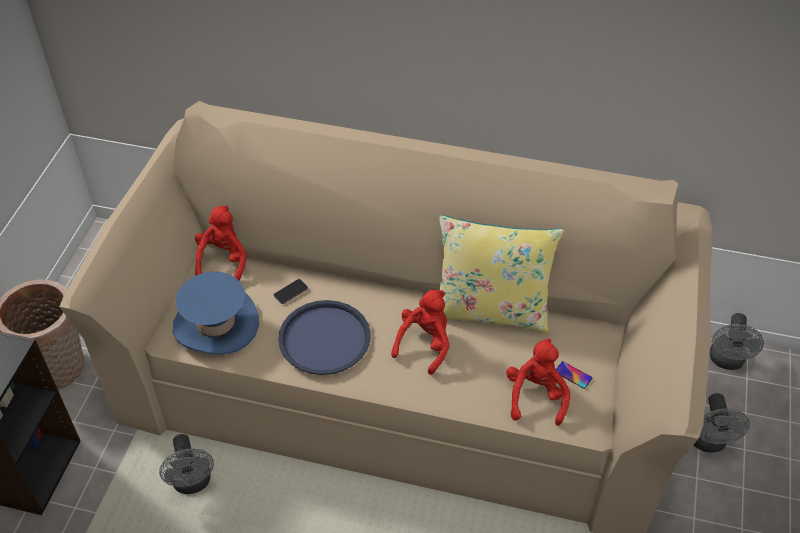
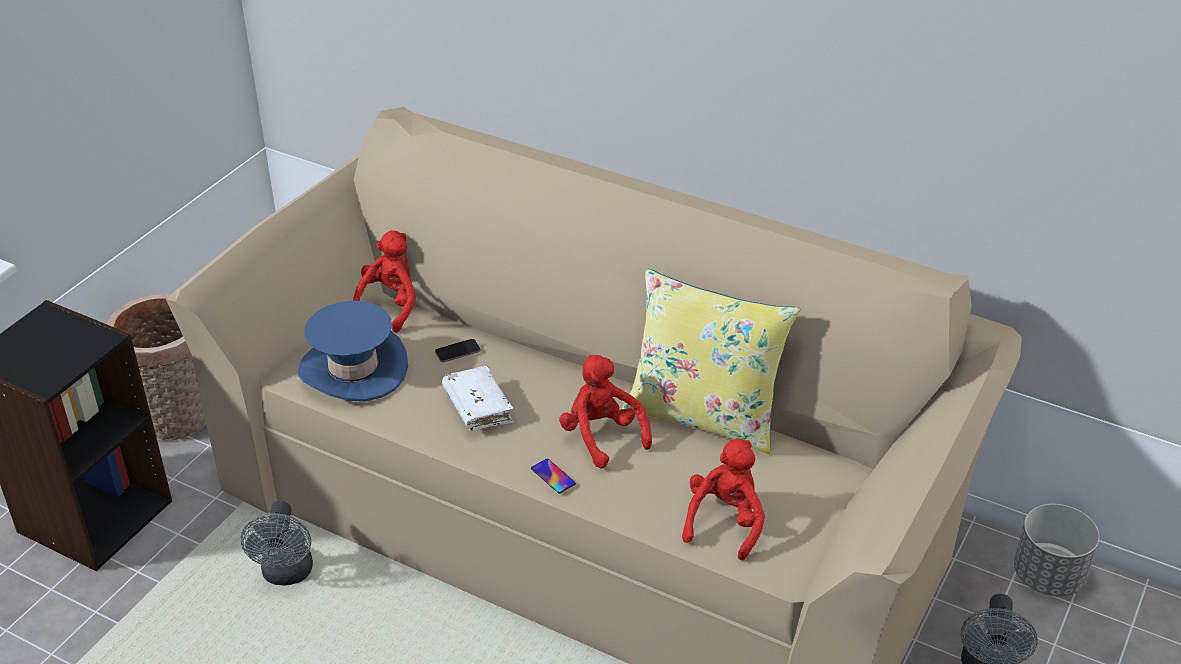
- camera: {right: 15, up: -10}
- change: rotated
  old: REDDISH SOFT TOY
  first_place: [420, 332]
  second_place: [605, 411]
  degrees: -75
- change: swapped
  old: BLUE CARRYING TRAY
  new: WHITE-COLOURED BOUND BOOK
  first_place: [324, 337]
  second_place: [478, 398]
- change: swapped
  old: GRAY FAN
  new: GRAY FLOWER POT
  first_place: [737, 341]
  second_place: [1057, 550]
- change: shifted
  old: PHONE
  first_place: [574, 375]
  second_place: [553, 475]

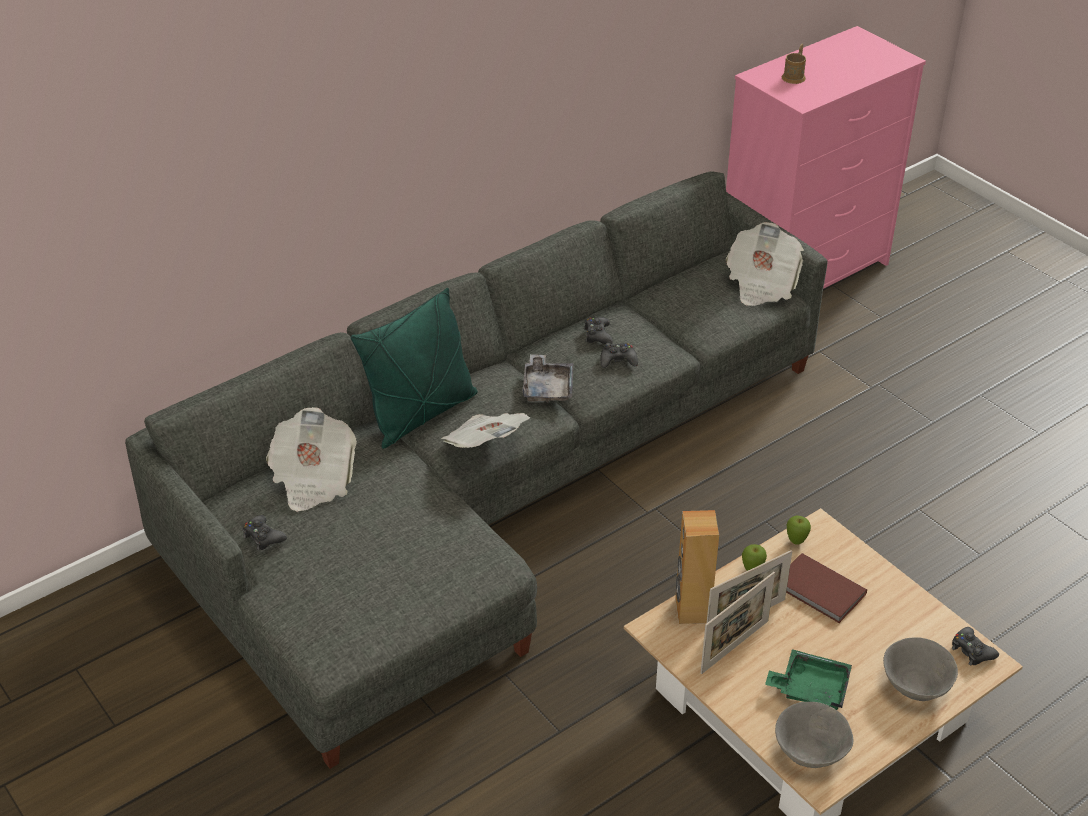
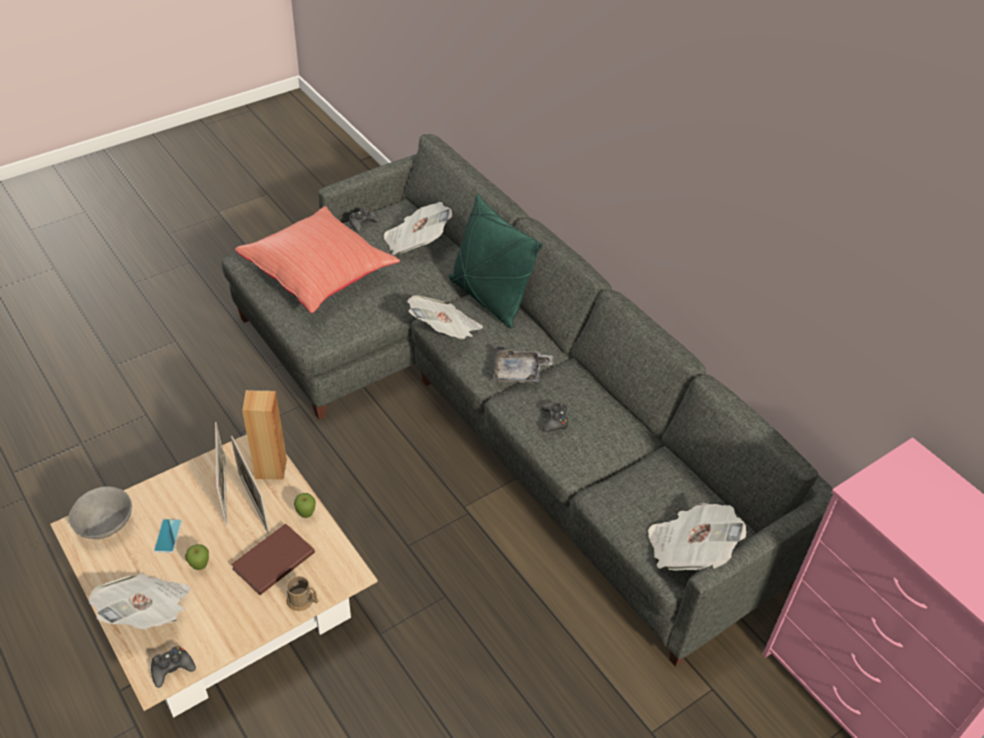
- camera: {right: 90, up: 5}
- change: shifted
  old: BROWN-COLOURED COFFEE MUG
  first_place: [794, 64]
  second_place: [302, 593]
- change: gone
  old: BLACK GAMEPAD
  first_place: [598, 330]
- change: shifted
  old: APPLE
  first_place: [799, 530]
  second_place: [197, 557]
- change: rotated
  old: STANDING FRAME
  first_place: [738, 623]
  second_place: [221, 473]
  degrees: -150
- change: swapped
  old: GRAY BOWL
  new: DAILY PAPER
  first_place: [920, 669]
  second_place: [139, 601]
- change: swapped
  old: GREENISH CARRYING TRAY
  new: PHONE
  first_place: [808, 679]
  second_place: [168, 536]
- change: new
  new: REDDISH CUSHION
  second_place: [317, 259]

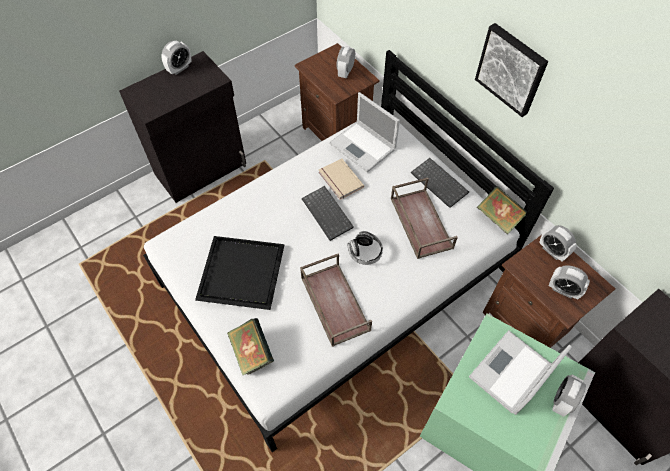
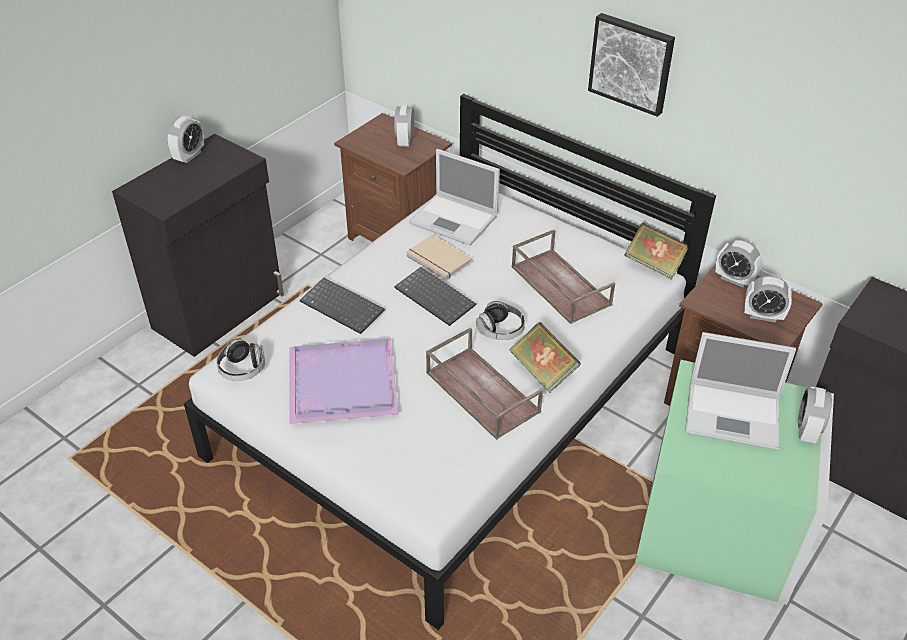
- camera: {right: -15, up: -15}
- change: shifted
  old: PC KEYBOARD
  first_place: [440, 183]
  second_place: [342, 306]
- change: repainted
  old: BLACK CARRYING TRAY
  new: PURPLE CARRYING TRAY
  first_place: [240, 273]
  second_place: [344, 381]
- change: shifted
  old: BOUND BOOK
  first_place: [250, 347]
  second_place: [545, 357]
- change: rotated
  old: LAPTOP
  first_place: [520, 372]
  second_place: [740, 391]
  degrees: -105
- change: new
  new: PAIR OF HEADPHONES
  second_place: [240, 360]

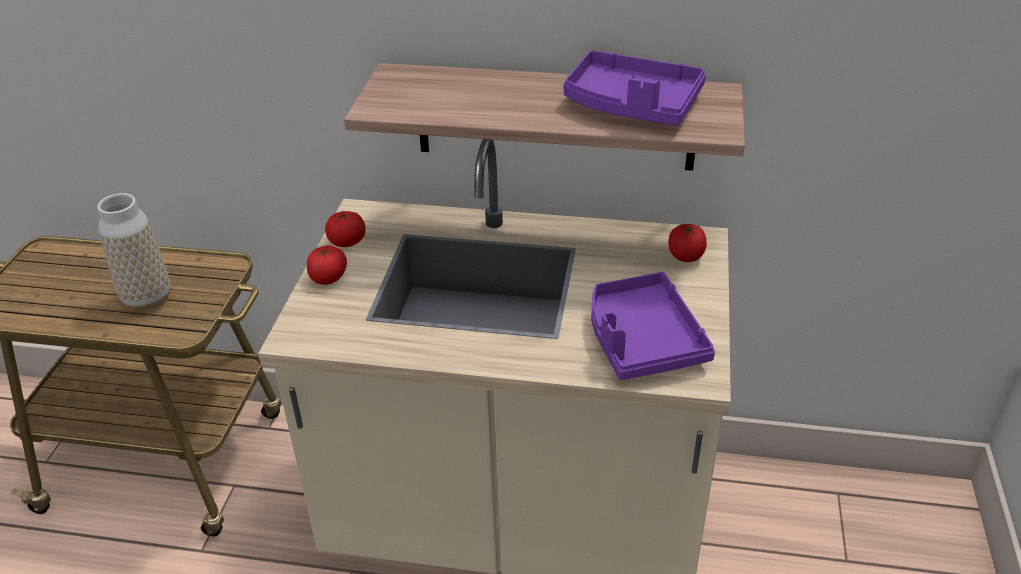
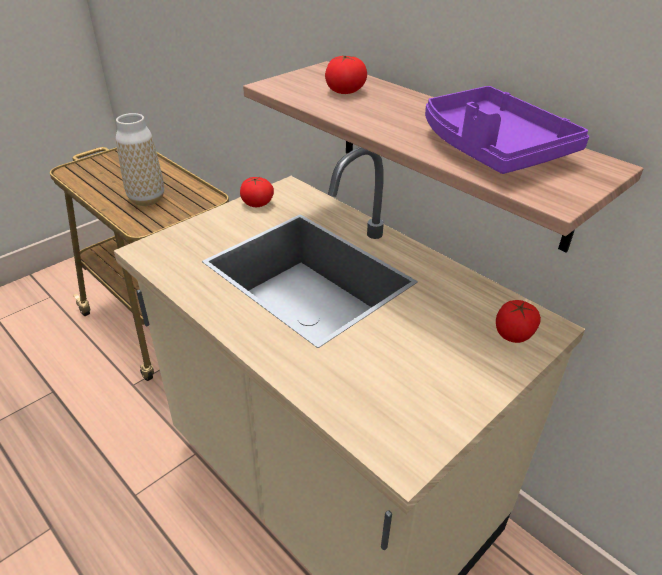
- camera: {right: 35, up: 0}
- change: shifted
  old: WHOLE TOMATO
  first_place: [327, 265]
  second_place: [346, 74]
- change: gone
  old: PURPLE CARRYING TRAY
  first_place: [653, 326]

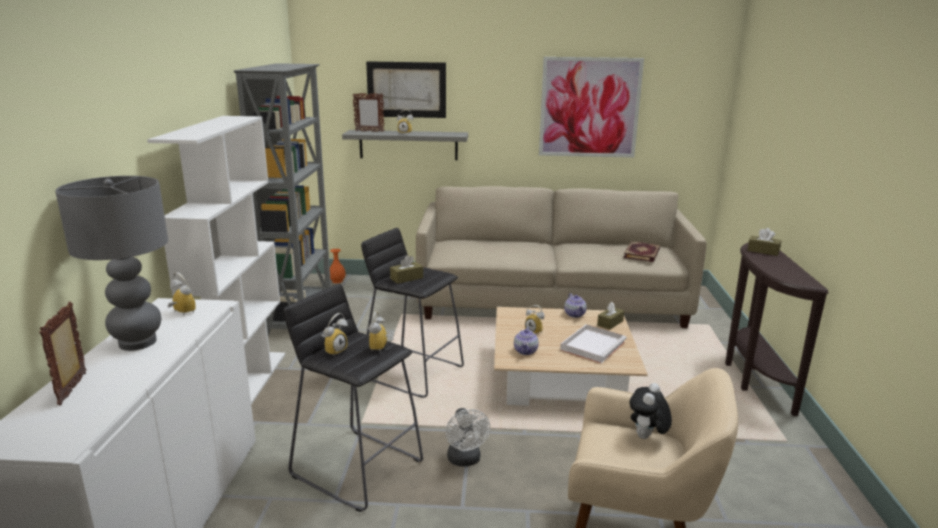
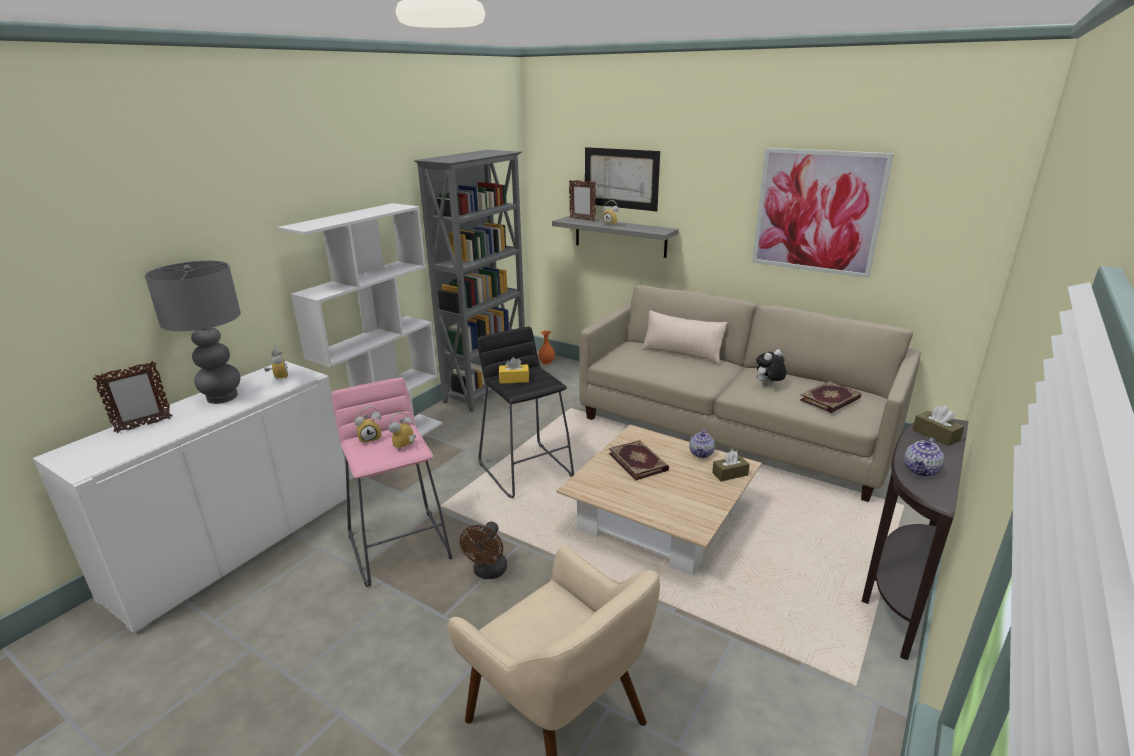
- camera: {right: 30, up: 5}
- change: repainted
  old: BROWN-COLOURED BOX OF TISSUES
  new: YELLOW BOX OF TISSUES
  first_place: [406, 269]
  second_place: [514, 370]
- change: repainted
  old: BLACK STOOL SEAT
  new: PINK-COLOURED STOOL SEAT
  first_place: [353, 398]
  second_place: [392, 482]
- change: rotated
  old: STANDING FRAME
  first_place: [62, 353]
  second_place: [133, 397]
  degrees: -150
- change: swapped
  old: ALARM CLOCK
  new: BOUND BOOK
  first_place: [534, 320]
  second_place: [639, 460]
- change: gone
  old: WHITE-COLOURED CARRYING TRAY
  first_place: [593, 343]
- change: shifted
  old: TEA POT
  first_place: [526, 341]
  second_place: [924, 457]
- change: shifted
  old: SOFT TOY
  first_place: [651, 411]
  second_place: [771, 367]
- change: repainted
  old: WHITE-COLOURED FAN
  new: BROWN-COLOURED FAN
  first_place: [468, 437]
  second_place: [483, 550]
- change: new
  new: SAND-COLOURED CUSHION
  second_place: [684, 337]

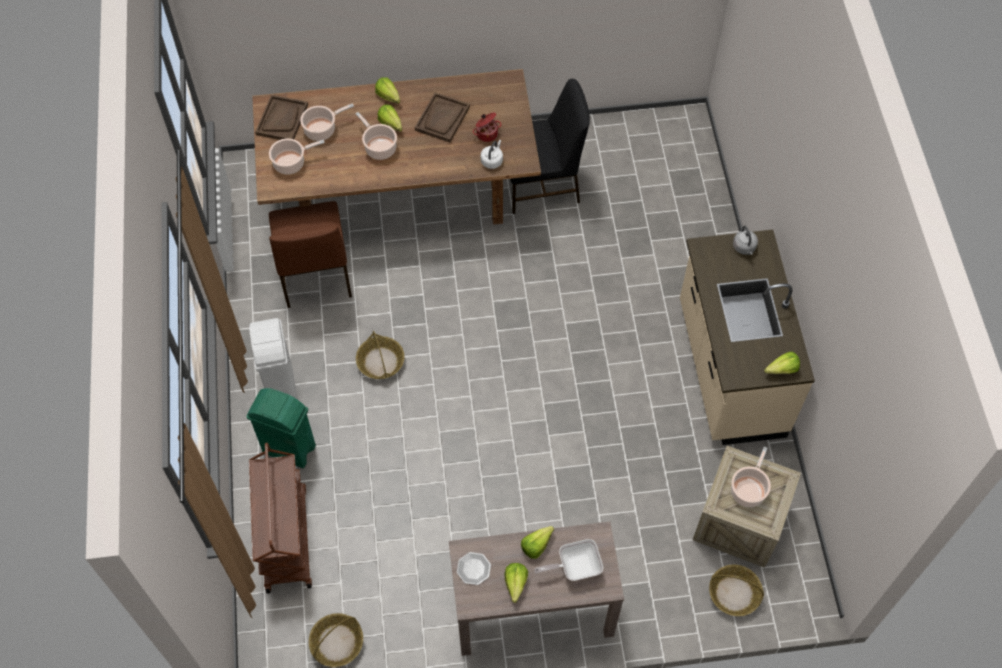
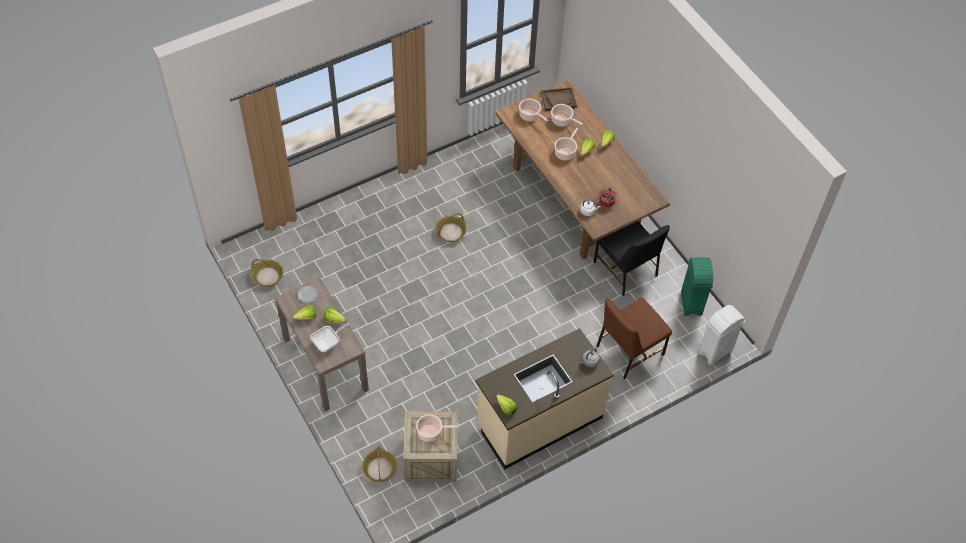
- camera: {right: 65, up: -5}
- change: gone
  old: BROWN-COLOURED CARRYING TRAY
  first_place: [442, 117]
- change: shifted
  old: BROWN-COLOURED PLAIN CHAIR
  first_place: [310, 254]
  second_place: [634, 339]
- change: shifted
  old: WHITE-COLOURED WASTE BIN
  first_place: [273, 358]
  second_place: [722, 335]
- change: shifted
  old: GREENISH WASTE BIN
  first_place: [281, 428]
  second_place: [697, 287]
- change: gone
  old: BROWN-COLOURED CART
  first_place: [280, 518]
- change: rotated
  old: PAN
  first_place: [568, 560]
  second_place: [330, 337]
  degrees: 90

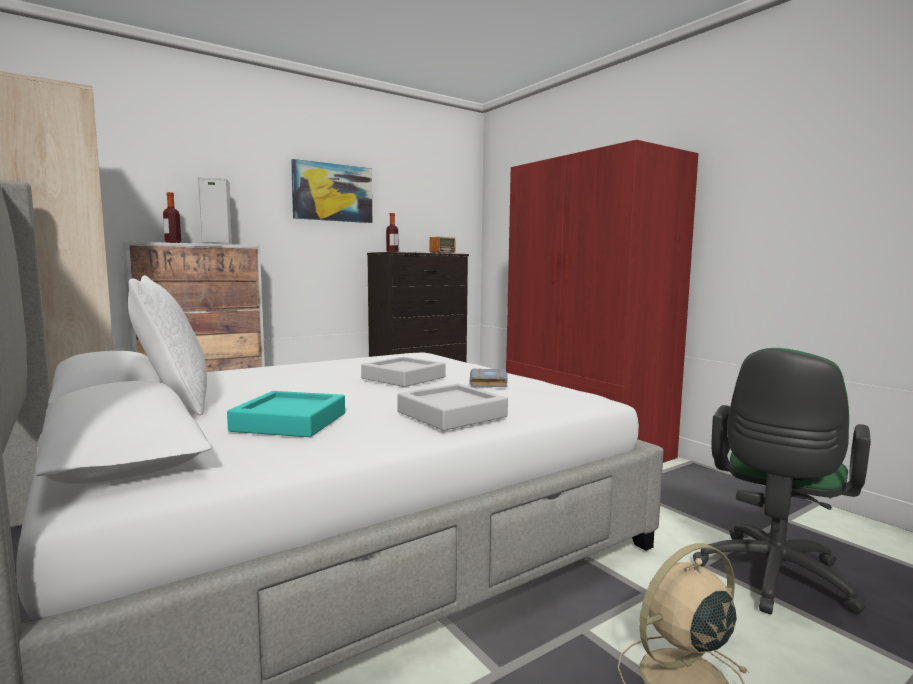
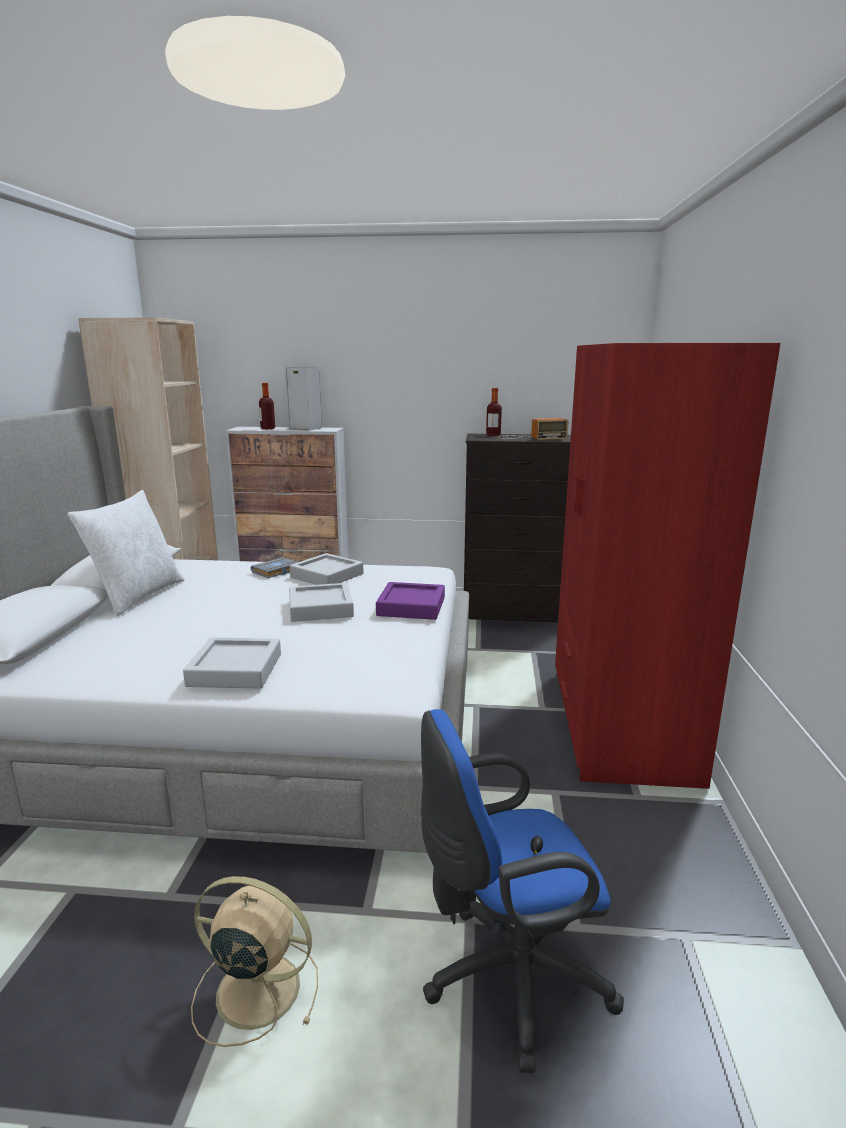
- camera: {right: 40, up: 10}
- change: gone
  old: WALL PICTURE
  first_place: [331, 191]
- change: repainted
  old: GREENISH DESK CHAIR
  new: BLUE DESK CHAIR
  first_place: [782, 481]
  second_place: [522, 891]
- change: shifted
  old: GRAY BOUND BOOK
  first_place: [488, 377]
  second_place: [274, 567]
- change: gone
  old: BLUE-GREEN CARRYING TRAY
  first_place: [286, 414]
- change: new
  new: GRAY CARRYING TRAY
  second_place: [327, 569]
- change: new
  new: PURPLE CARRYING TRAY
  second_place: [410, 601]

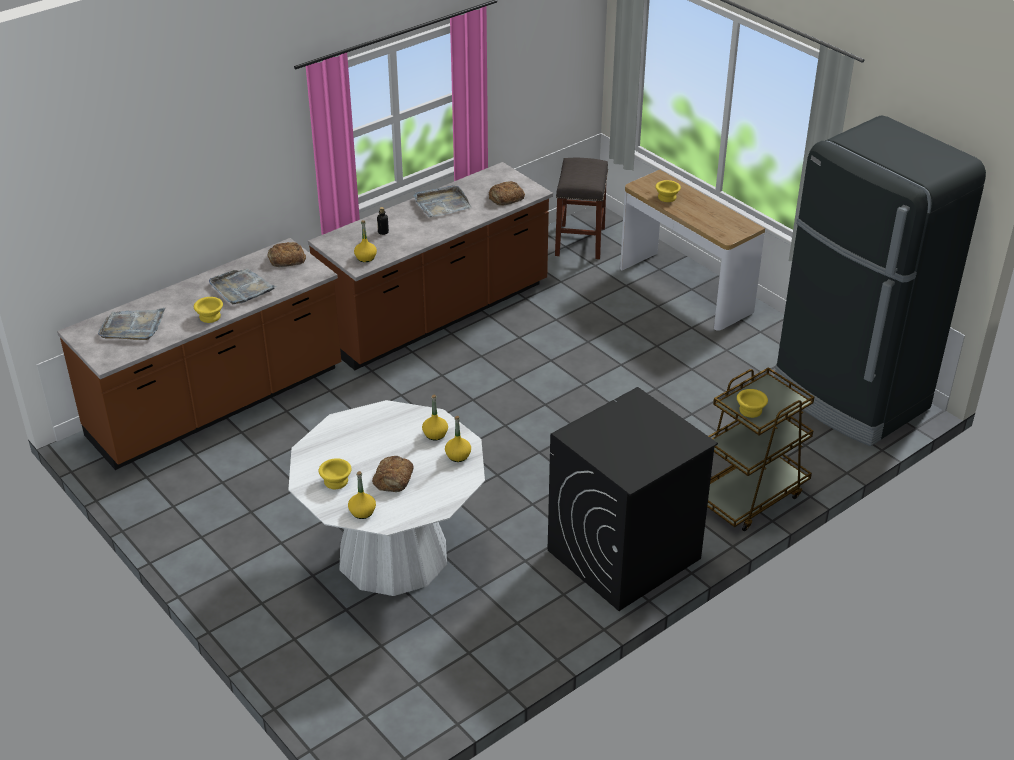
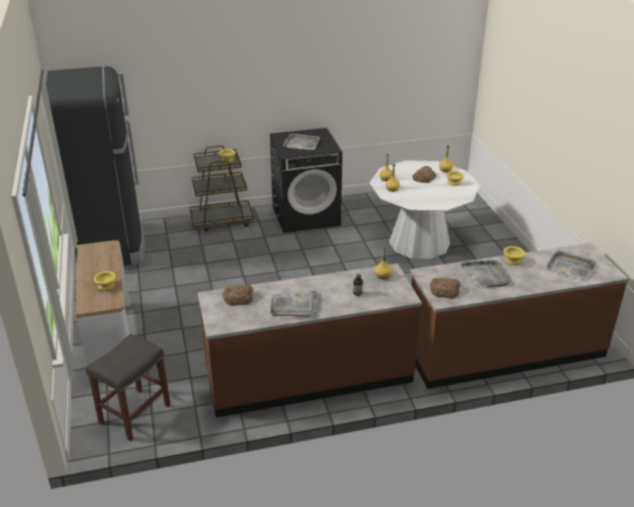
- camera: {right: -155, up: -5}
- change: new
  new: GRAY CARRYING TRAY
  second_place: [301, 141]

